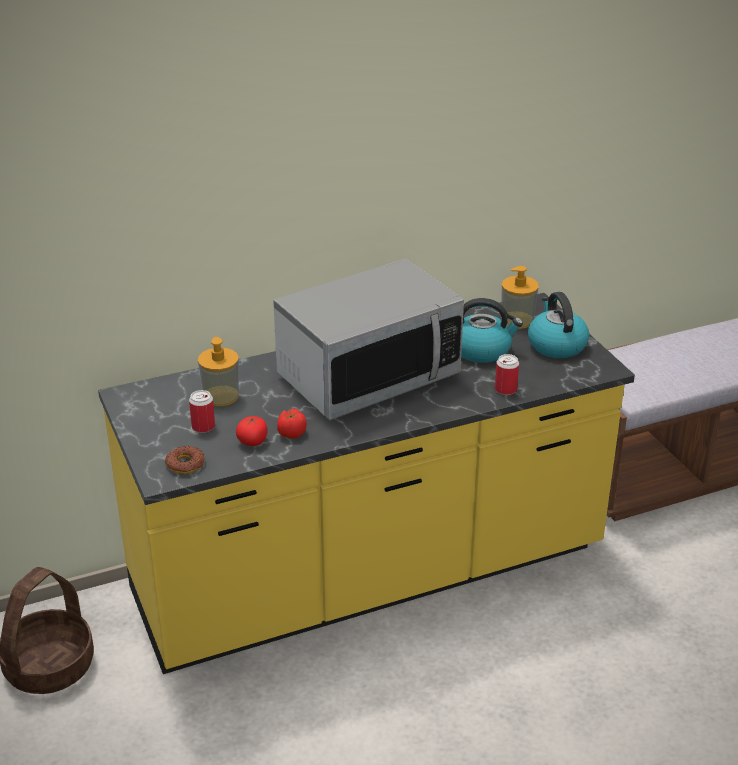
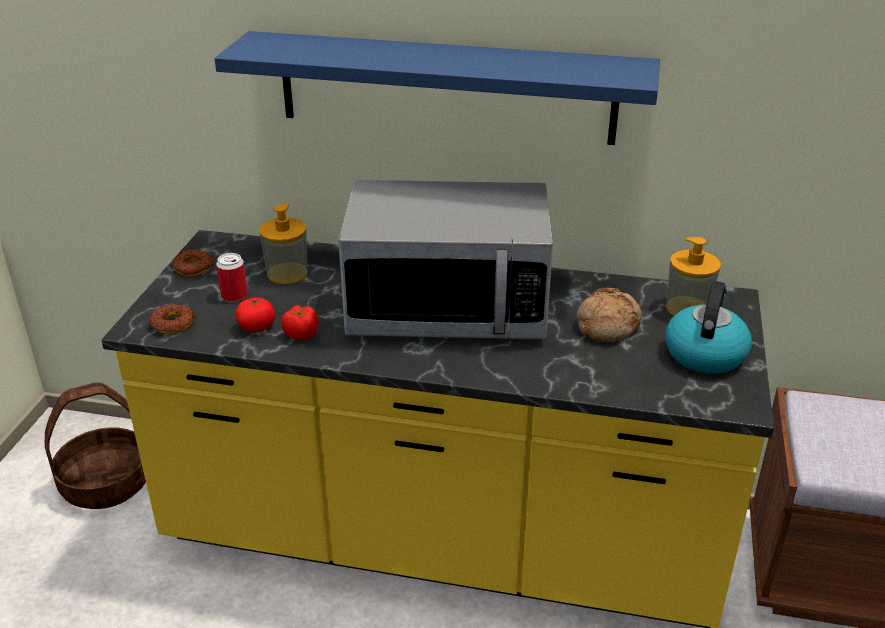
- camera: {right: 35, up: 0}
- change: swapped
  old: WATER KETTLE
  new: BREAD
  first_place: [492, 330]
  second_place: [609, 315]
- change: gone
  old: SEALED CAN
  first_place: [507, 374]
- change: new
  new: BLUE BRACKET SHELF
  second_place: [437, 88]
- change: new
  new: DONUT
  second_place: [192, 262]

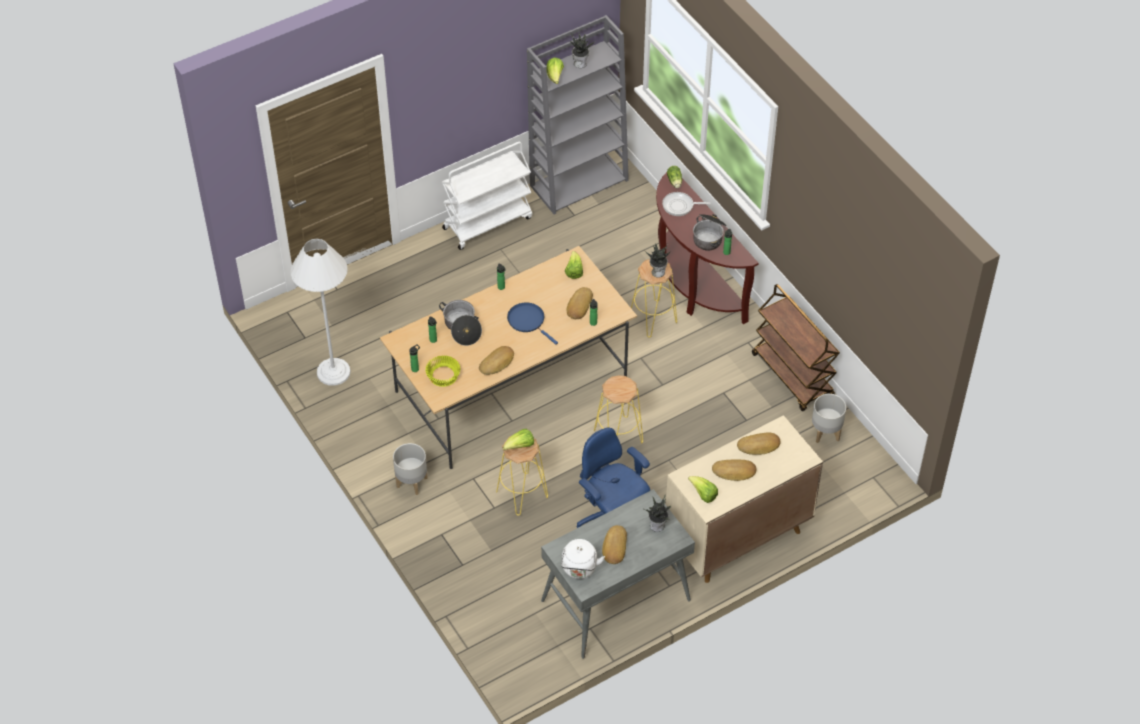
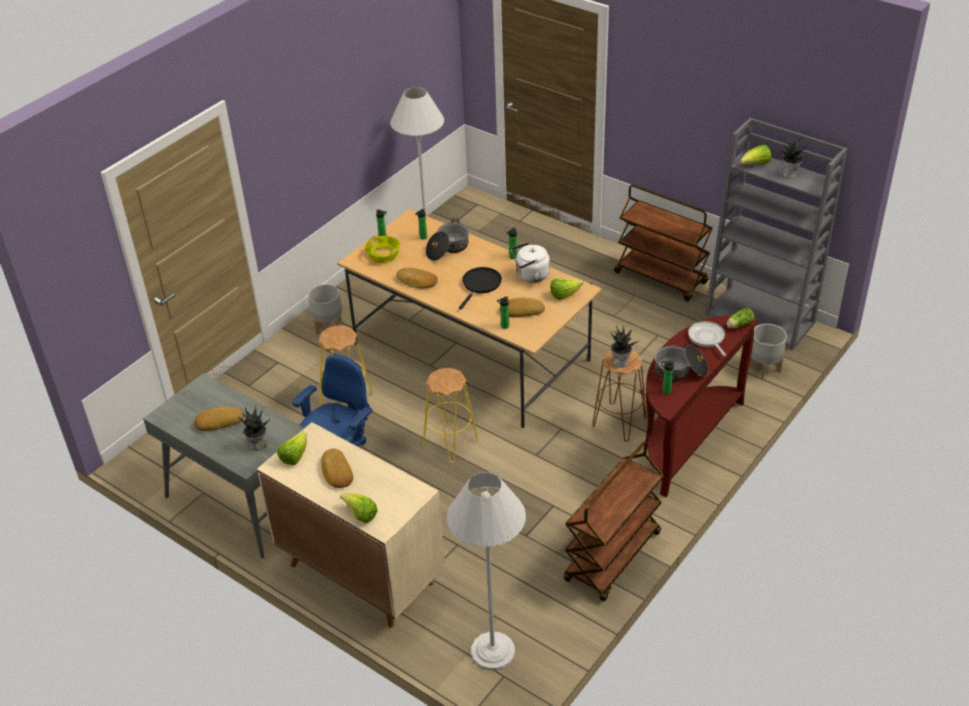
- camera: {right: 70, up: -10}
- change: repainted
  old: WHITE-COLOURED CART
  new: BROWN-COLOURED CART
  first_place: [487, 196]
  second_place: [663, 243]
- change: repainted
  old: YELLOW STOOL SEAT
  new: BROWN-COLOURED STOOL SEAT
  first_place: [654, 298]
  second_place: [619, 396]
- change: repainted
  old: BLUE PAN
  new: BLACK PAN
  first_place: [532, 323]
  second_place: [480, 288]
- change: shifted
  old: GRAY FLOWER POT
  first_place: [829, 418]
  second_place: [768, 352]
- change: shifted
  old: HEAD OF LETTUCE
  first_place: [518, 439]
  second_place: [359, 508]
- change: gone
  old: BREAD
  first_place: [759, 444]
- change: shifted
  old: WHITE-COLOURED WATER KETTLE
  first_place: [583, 559]
  second_place: [530, 262]
- change: new
  new: WHITE-COLOURED STANDING LAMP
  second_place: [486, 571]

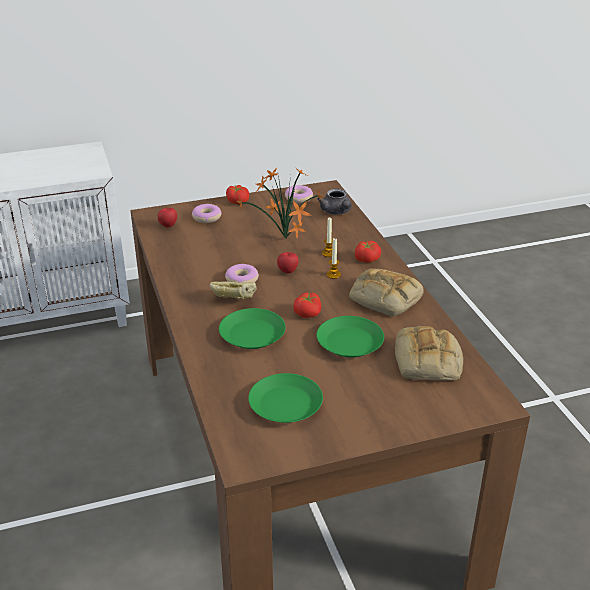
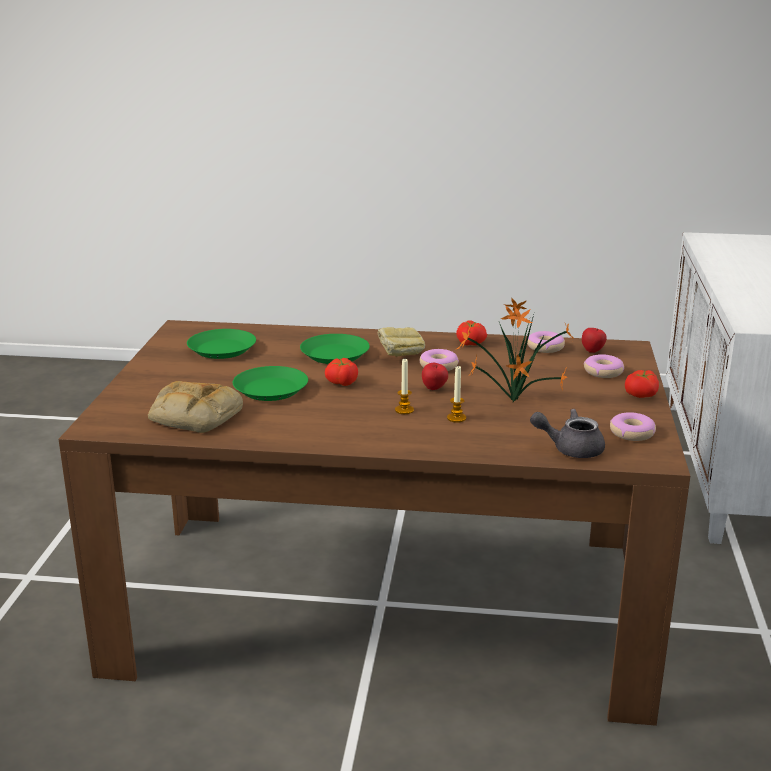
- camera: {right: 115, up: -10}
- change: shifted
  old: WHOLE TOMATO
  first_place: [368, 252]
  second_place: [471, 333]
- change: gone
  old: BREAD
  first_place: [386, 292]
- change: new
  new: DONUT
  second_place: [546, 342]

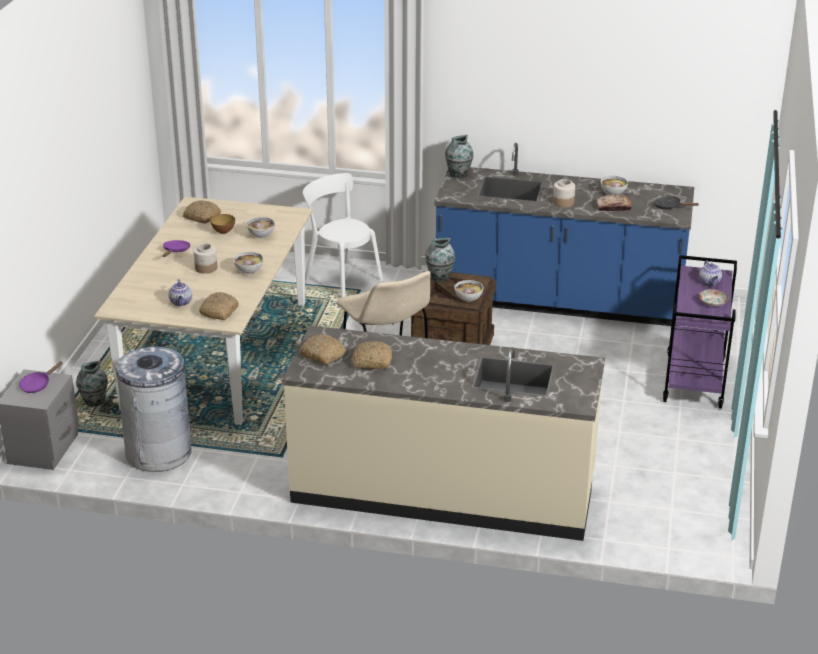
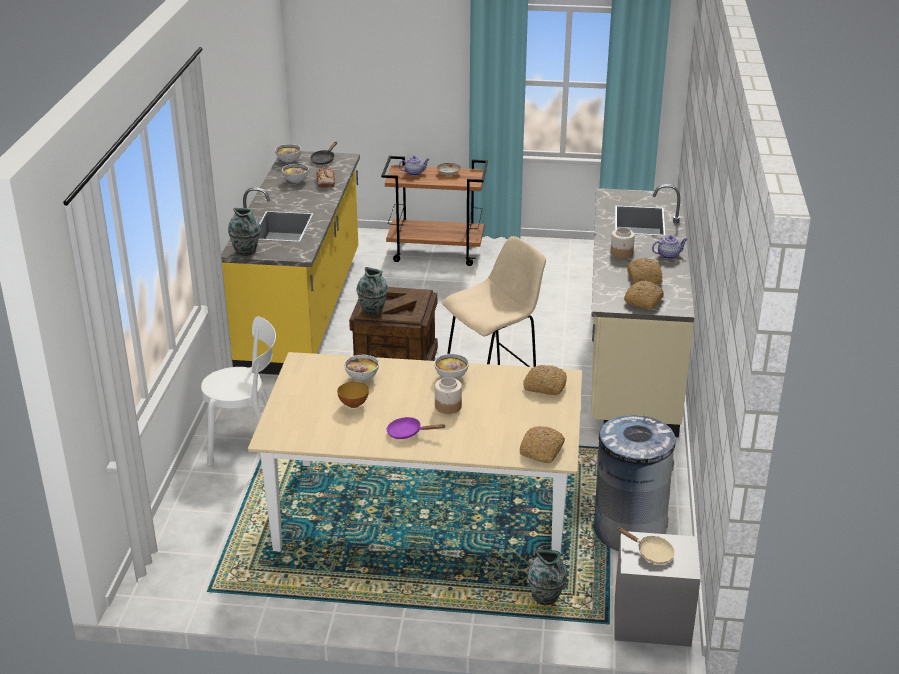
- camera: {right: -95, up: 0}
- change: repainted
  old: BLUE KITCHEN BASE UNIT
  new: YELLOW KITCHEN BASE UNIT
  first_place: [564, 234]
  second_place: [290, 263]
- change: rotated
  old: WHITE-COLOURED PLAIN CHAIR
  first_place: [343, 235]
  second_place: [238, 390]
  degrees: -135
- change: shifted
  old: JAR
  first_place: [564, 193]
  second_place: [622, 242]
- change: shifted
  old: BREAD
  first_place: [202, 212]
  second_place: [542, 444]
- change: repainted
  old: PURPLE CART
  new: BROWN-COLOURED CART
  first_place: [700, 332]
  second_place: [434, 211]
- change: shifted
  old: TEA POT
  first_place: [180, 292]
  second_place: [670, 247]
- change: shifted
  old: BOWL
  first_place: [469, 291]
  second_place: [288, 153]
- change: repainted
  old: PURPLE PAN
  new: SAND-COLOURED PAN
  first_place: [41, 377]
  second_place: [646, 545]

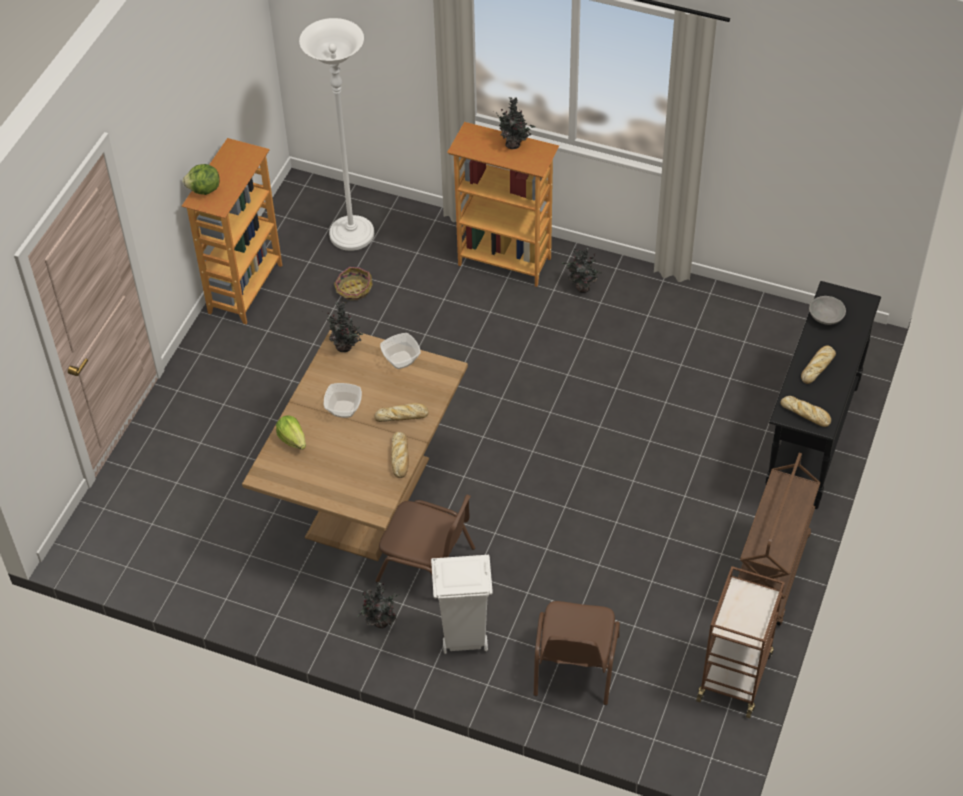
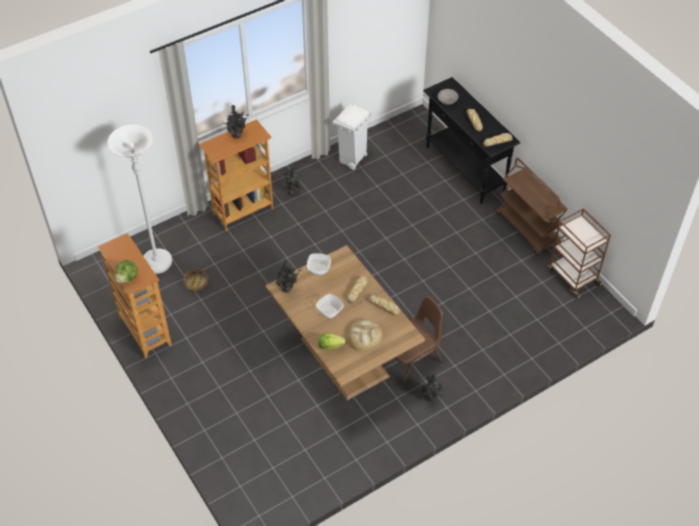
- camera: {right: -55, up: 0}
- change: shifted
  old: WHITE-COLOURED WASTE BIN
  first_place: [462, 604]
  second_place: [352, 137]
- change: gone
  old: BROWN-COLOURED PLAIN CHAIR
  first_place: [577, 653]
- change: new
  new: BREAD
  second_place: [365, 335]

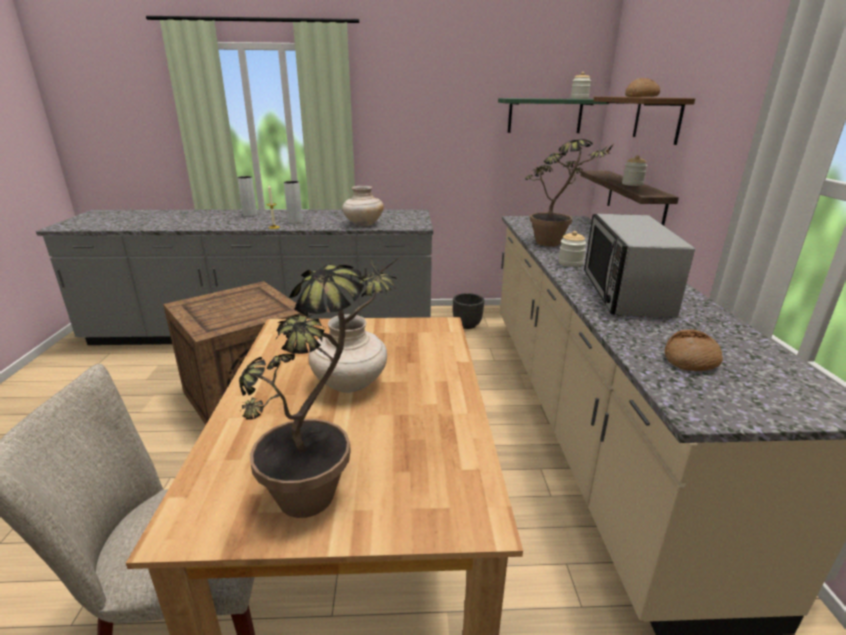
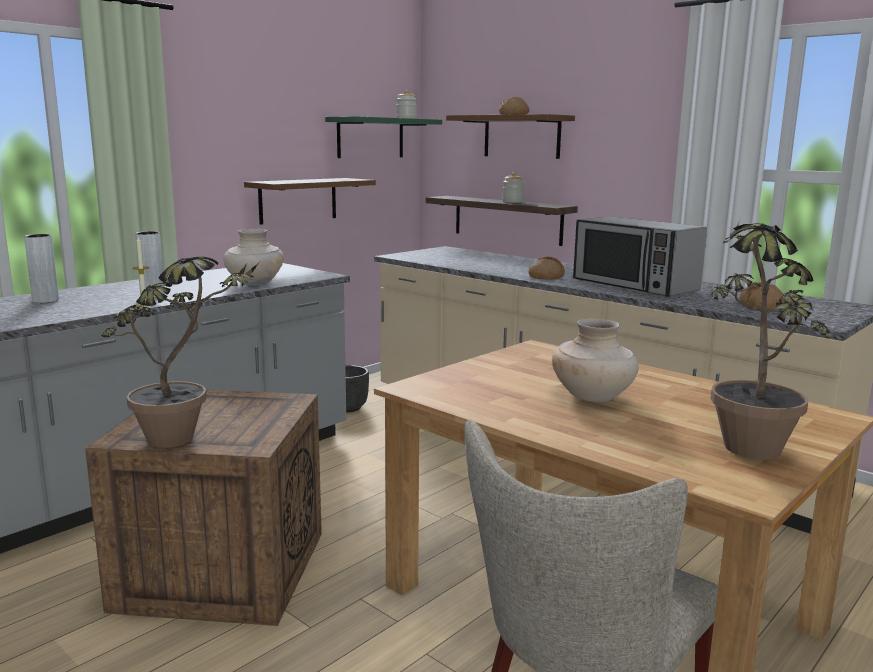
- camera: {right: -45, up: -10}
- change: shifted
  old: PLANT IN A POT
  first_place: [569, 192]
  second_place: [181, 352]
- change: swapped
  old: JAR
  new: BREAD
  first_place: [572, 249]
  second_place: [547, 268]
- change: new
  new: BROWN-COLOURED BRACKET SHELF
  second_place: [310, 201]

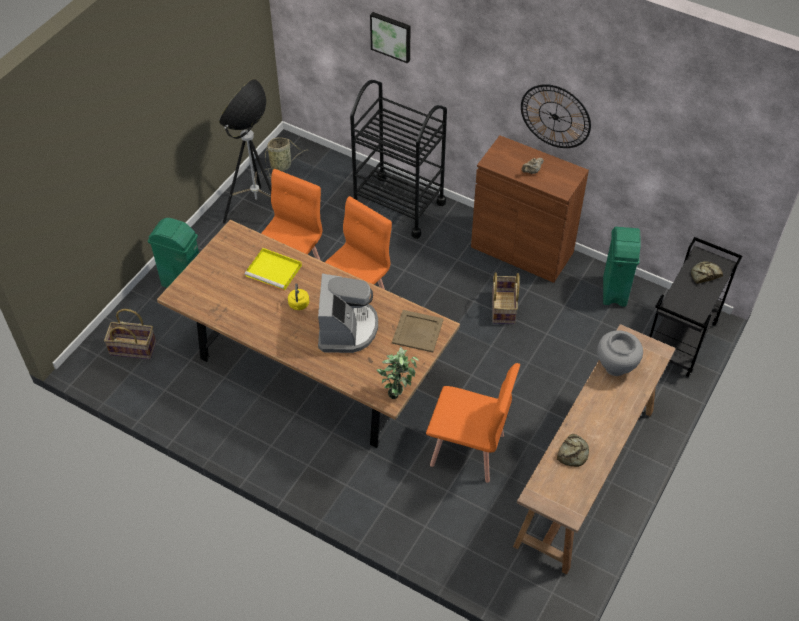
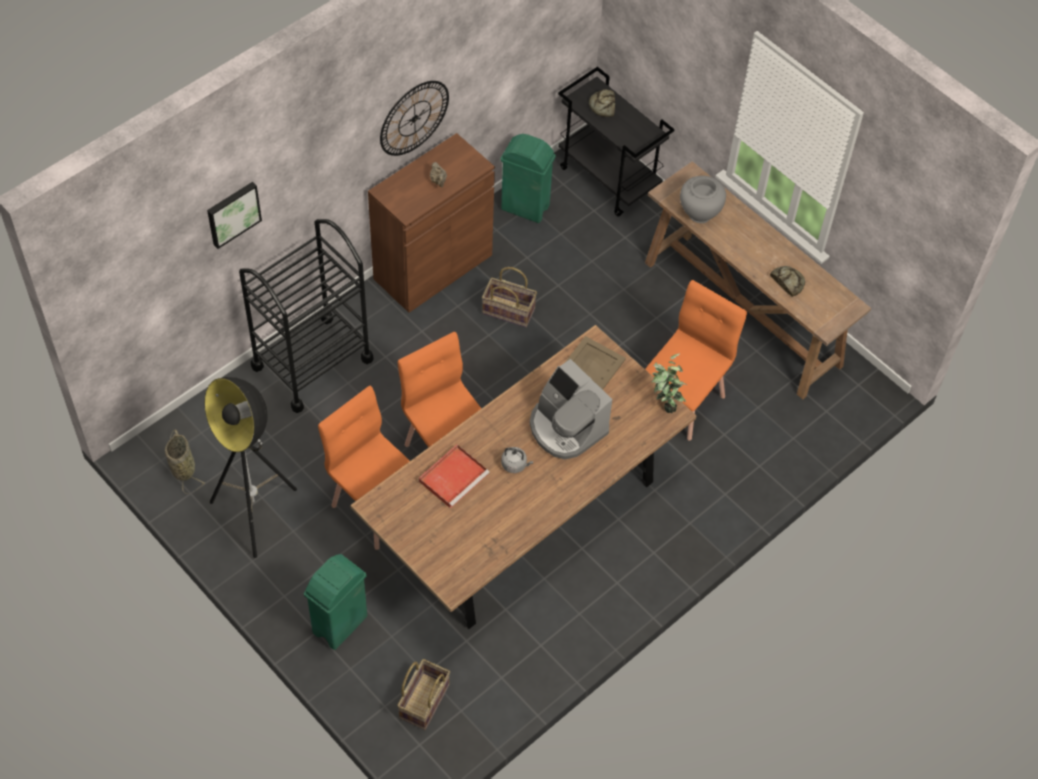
- camera: {right: -75, up: 5}
- change: repainted
  old: YELLOW CARRYING TRAY
  new: REDDISH CARRYING TRAY
  first_place: [273, 269]
  second_place: [454, 476]
- change: rotated
  old: COFFEE MACHINE
  first_place: [348, 313]
  second_place: [571, 409]
  degrees: -150
- change: repainted
  old: YELLOW WATER KETTLE
  new: GRAY WATER KETTLE
  first_place: [298, 296]
  second_place: [517, 460]

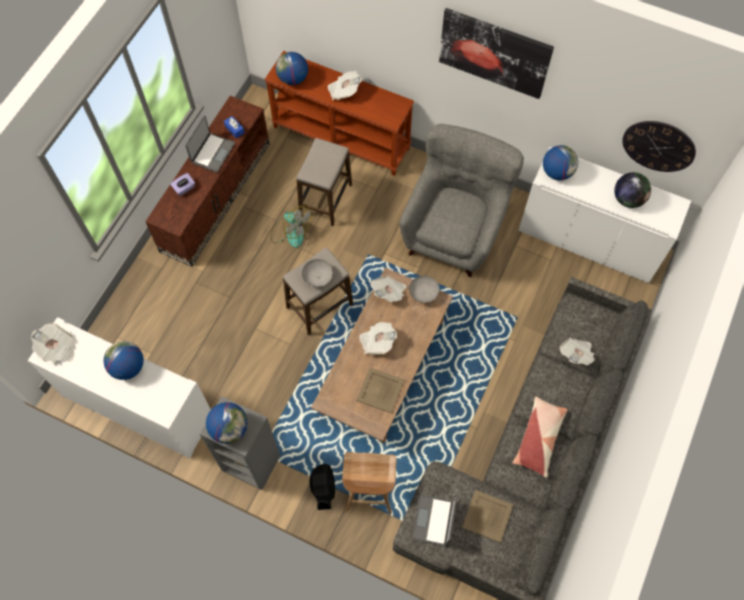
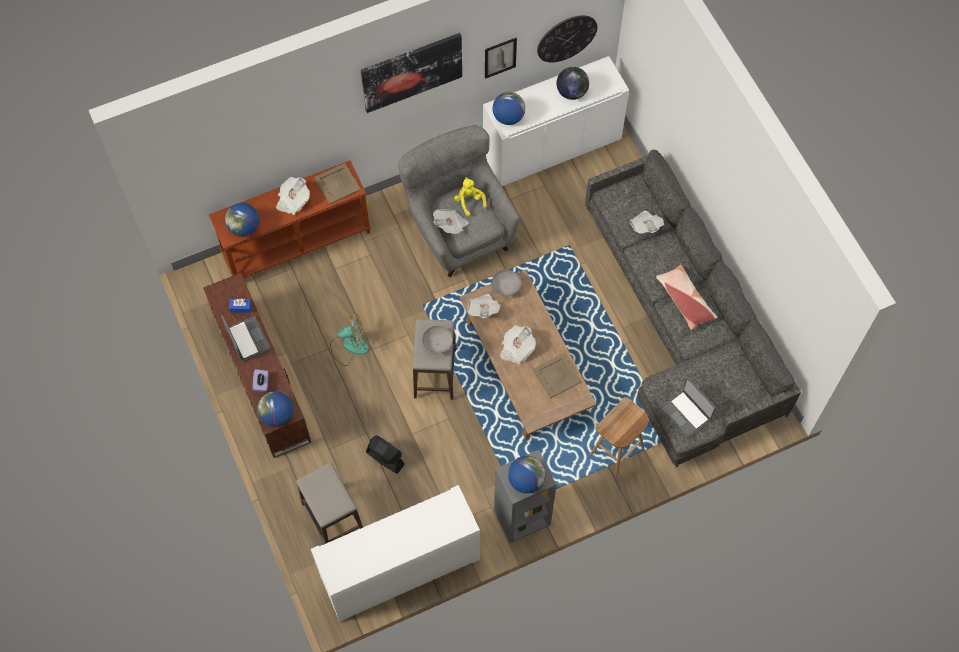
- camera: {right: -50, up: 0}
- change: shifted
  old: STOOL SEAT
  first_place: [324, 182]
  second_place: [329, 503]
- change: shifted
  old: DAILY PAPER
  first_place: [53, 343]
  second_place: [451, 221]
- change: shifted
  old: WORLD GLOBE
  first_place: [123, 360]
  second_place: [275, 409]
- change: shifted
  old: BLACK FAN
  first_place: [322, 487]
  second_place: [385, 454]
- change: shifted
  old: SAND-COLOURED CARRYING TRAY
  first_place: [487, 516]
  second_place: [337, 183]
- change: new
  new: WALL PICTURE
  second_place: [501, 58]
- change: new
  new: YELLOW SOFT TOY
  second_place: [470, 196]

